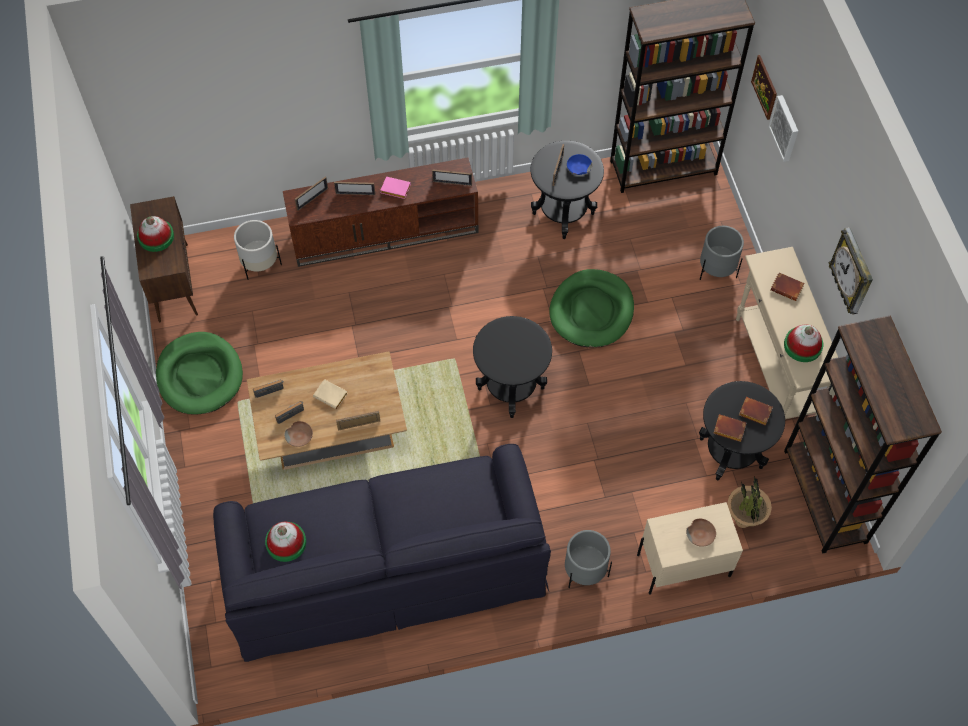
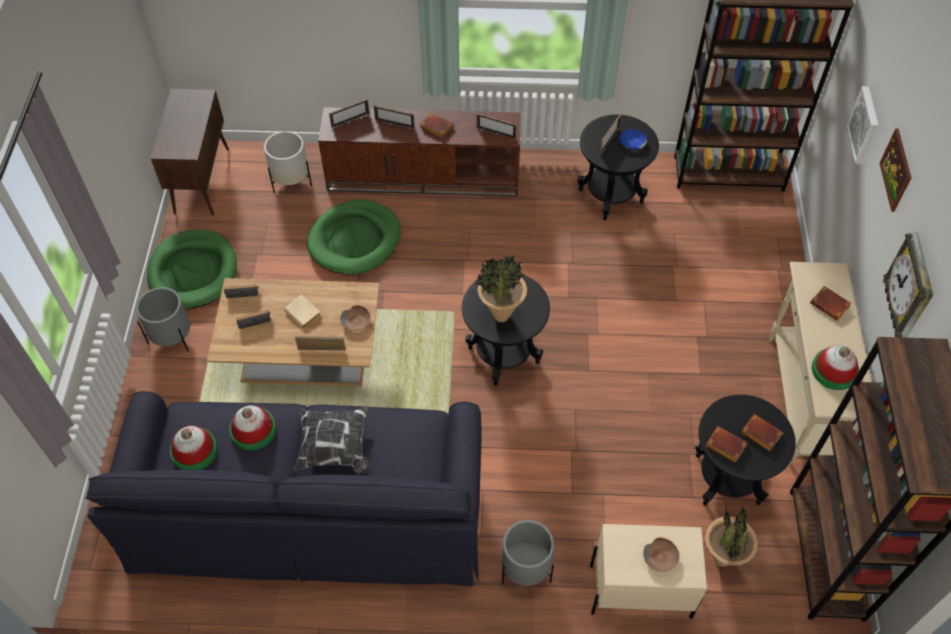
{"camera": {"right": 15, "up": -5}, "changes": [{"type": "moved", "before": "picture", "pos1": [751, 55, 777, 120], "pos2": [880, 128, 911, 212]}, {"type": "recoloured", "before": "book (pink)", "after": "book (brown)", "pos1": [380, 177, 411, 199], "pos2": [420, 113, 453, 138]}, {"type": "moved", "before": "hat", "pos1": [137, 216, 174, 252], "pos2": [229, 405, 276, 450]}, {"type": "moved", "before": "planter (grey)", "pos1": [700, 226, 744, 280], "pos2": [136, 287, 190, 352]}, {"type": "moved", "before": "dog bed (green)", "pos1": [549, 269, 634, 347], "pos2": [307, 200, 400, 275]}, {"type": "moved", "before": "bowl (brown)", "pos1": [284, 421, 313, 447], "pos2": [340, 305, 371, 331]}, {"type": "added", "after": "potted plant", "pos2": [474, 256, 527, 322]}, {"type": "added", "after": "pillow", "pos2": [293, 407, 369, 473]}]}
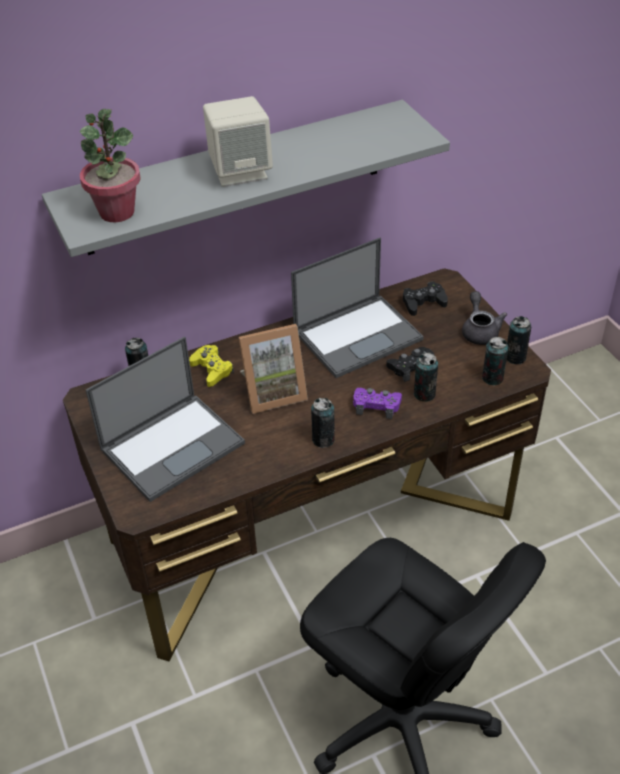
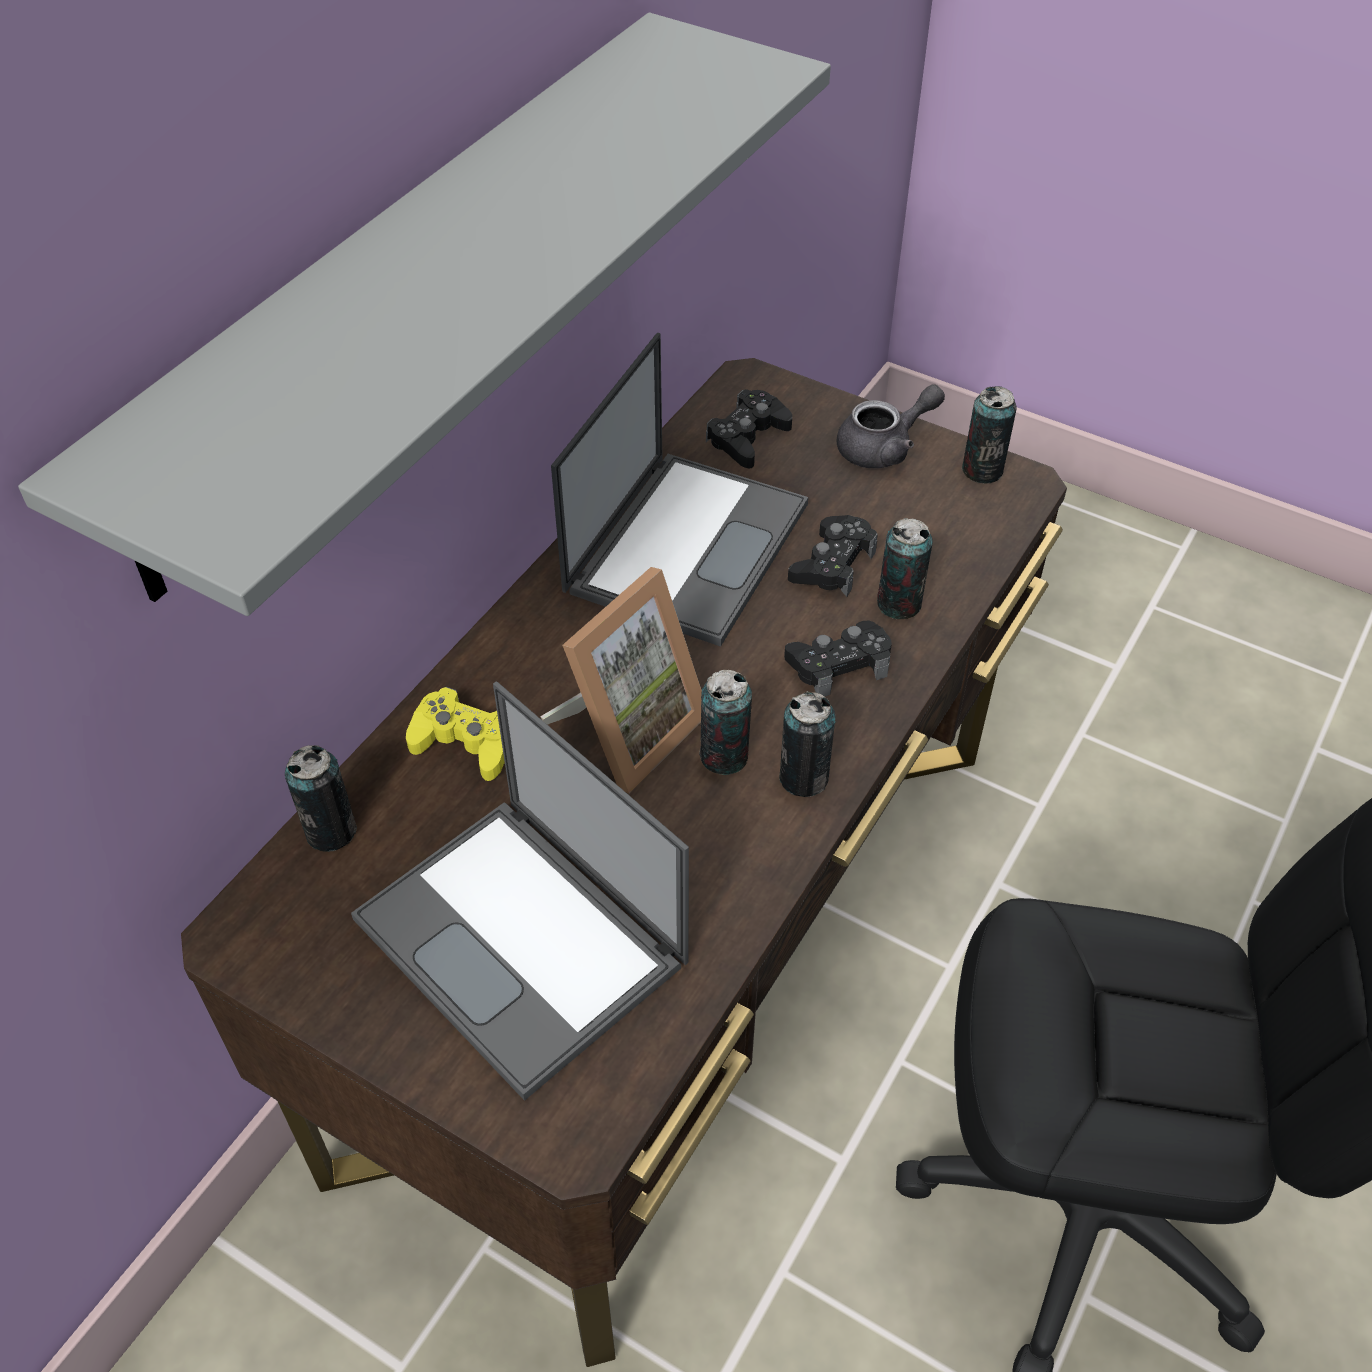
{"camera": {"right": -35, "up": 5}, "changes": [{"type": "removed", "before": "speaker (beige)", "pos1": [203, 96, 273, 187]}, {"type": "removed", "before": "potted plant", "pos1": [80, 109, 141, 222]}, {"type": "turned", "before": "teapot (grey)", "pos1": [462, 291, 507, 345], "pos2": [836, 385, 945, 468], "turn": 105}, {"type": "turned", "before": "laptop", "pos1": [86, 336, 245, 502], "pos2": [351, 682, 689, 1101], "turn": 120}, {"type": "moved", "before": "can", "pos1": [482, 337, 508, 386], "pos2": [699, 670, 752, 775]}, {"type": "recoloured", "before": "game controller (purple)", "after": "game controller (black)", "pos1": [353, 388, 402, 419], "pos2": [784, 620, 892, 697]}]}
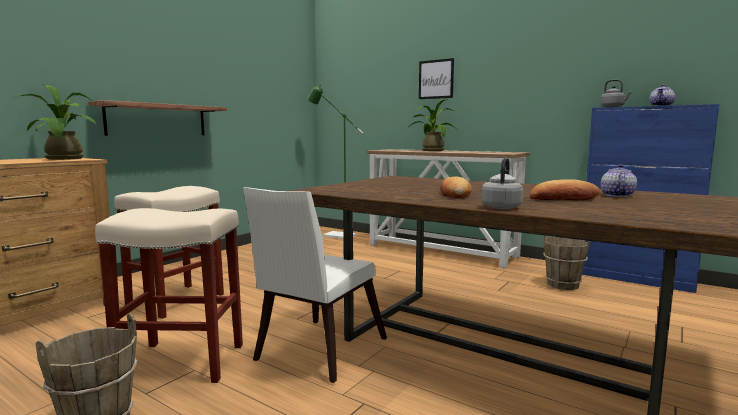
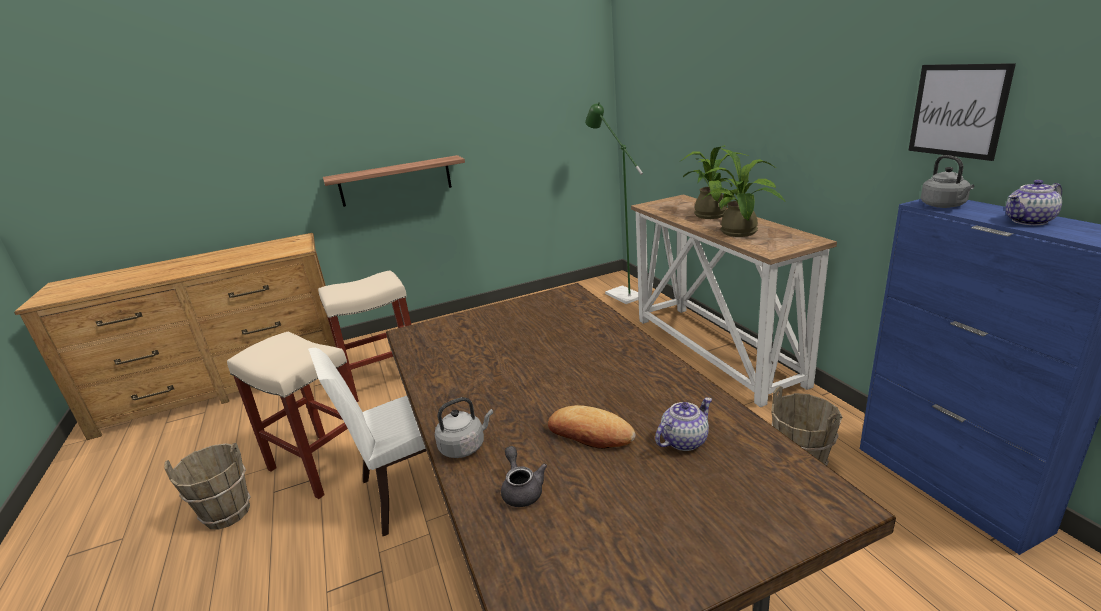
{"camera": {"right": 35, "up": 15}, "changes": [{"type": "moved", "before": "picture", "pos1": [419, 58, 454, 99], "pos2": [908, 63, 1016, 161]}, {"type": "moved", "before": "potted plant", "pos1": [16, 85, 96, 160], "pos2": [701, 148, 786, 237]}, {"type": "removed", "before": "bread", "pos1": [440, 176, 472, 198]}, {"type": "added", "after": "teapot (grey)", "pos2": [501, 446, 547, 507]}]}
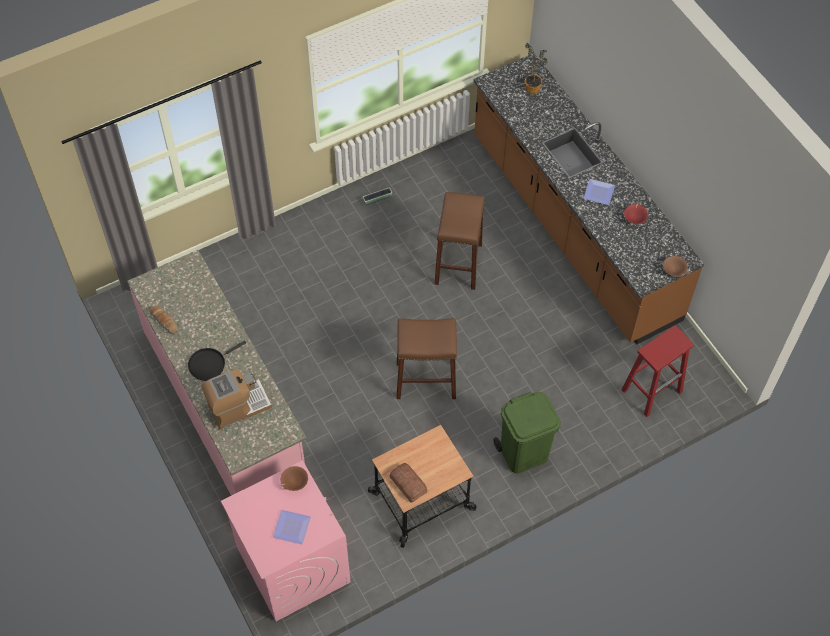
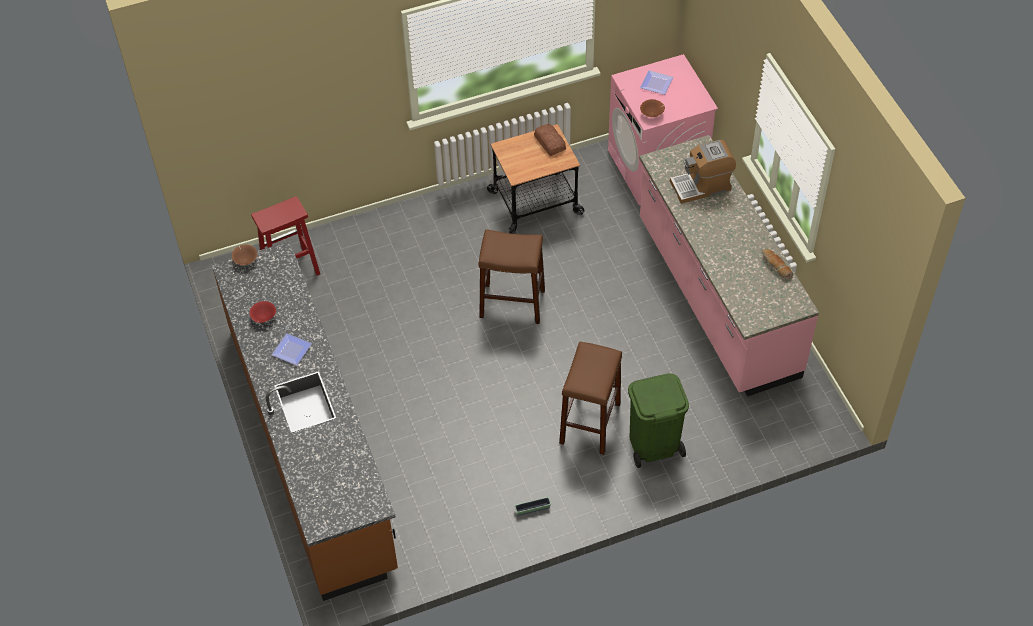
{"camera": {"right": -170, "up": -5}, "changes": [{"type": "removed", "before": "potted plant", "pos1": [524, 43, 548, 94]}, {"type": "moved", "before": "stool (brown)", "pos1": [434, 192, 484, 290], "pos2": [559, 341, 622, 455]}, {"type": "removed", "before": "frying pan (black)", "pos1": [188, 341, 246, 381]}, {"type": "moved", "before": "trash can (green)", "pos1": [493, 392, 561, 473], "pos2": [628, 373, 689, 468]}]}
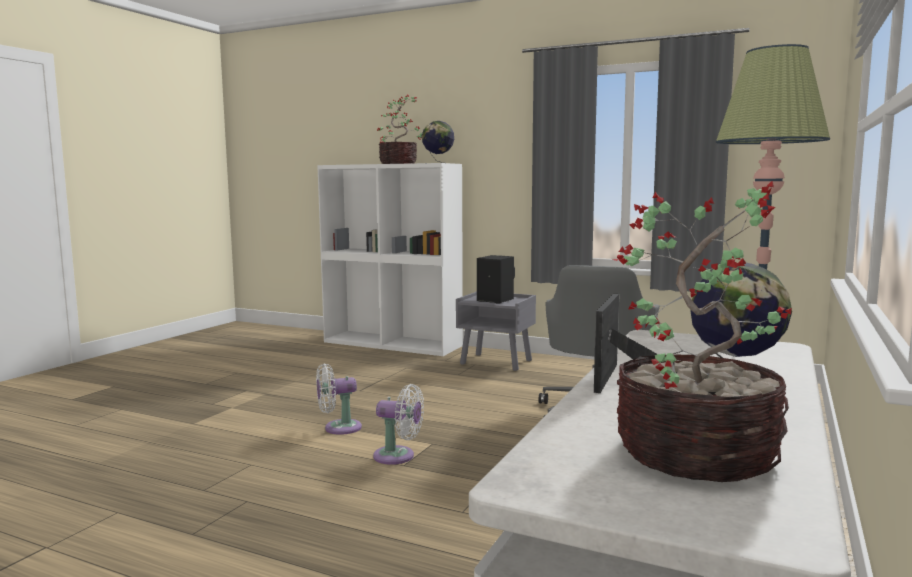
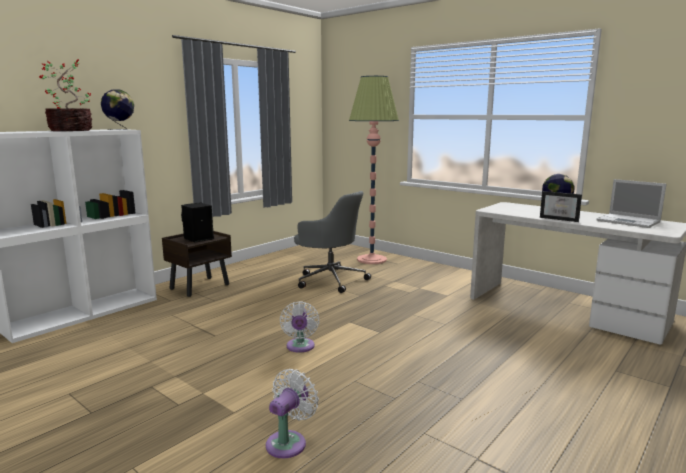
{"camera": {"right": -75, "up": 5}, "changes": [{"type": "replaced", "before": "potted plant", "after": "laptop", "pos1": [613, 181, 792, 482], "pos2": [596, 179, 666, 228]}, {"type": "recoloured", "before": "nightstand (grey)", "after": "nightstand (brown)", "pos1": [456, 291, 536, 371], "pos2": [162, 231, 232, 297]}, {"type": "moved", "before": "fan (white)", "pos1": [373, 384, 424, 465], "pos2": [266, 369, 319, 458]}]}
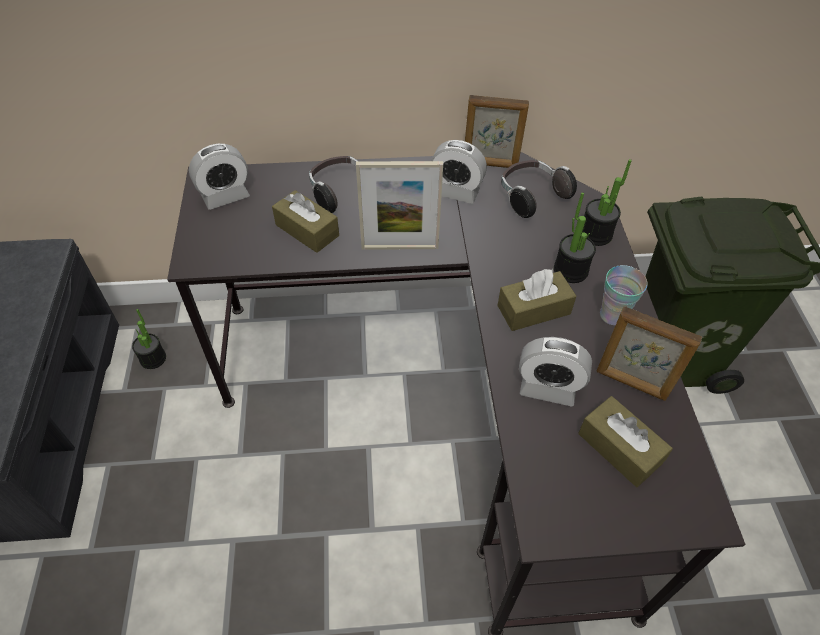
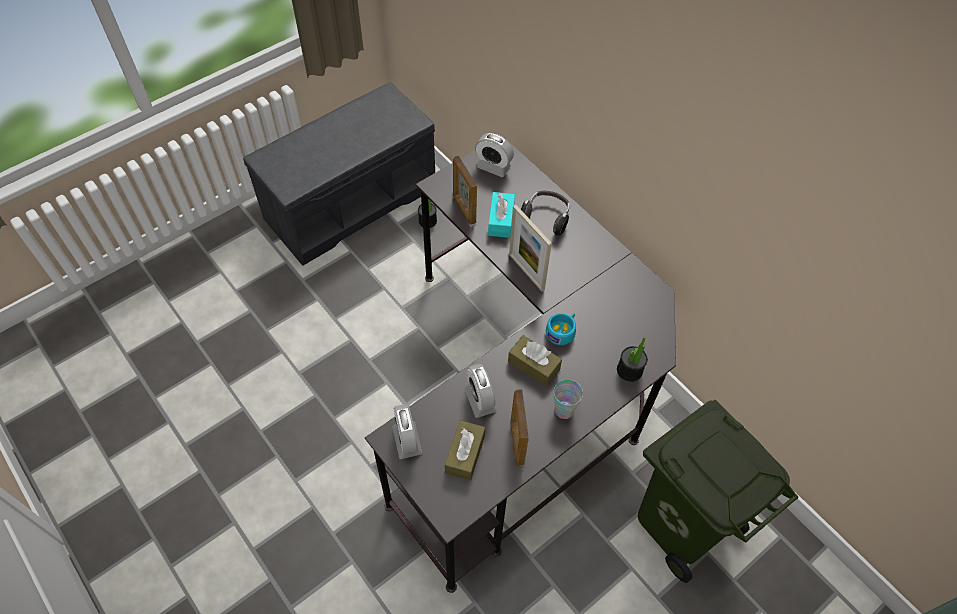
{"camera": {"right": 55, "up": 5}, "changes": [{"type": "moved", "before": "picture frame", "pos1": [465, 95, 529, 168], "pos2": [453, 156, 477, 225]}, {"type": "moved", "before": "alarm clock", "pos1": [431, 140, 487, 204], "pos2": [392, 404, 422, 459]}, {"type": "removed", "before": "headphones", "pos1": [501, 160, 577, 218]}, {"type": "recoloured", "before": "tissue box (brown)", "after": "tissue box (turquoise)", "pos1": [272, 190, 339, 253], "pos2": [488, 192, 515, 238]}, {"type": "removed", "before": "potted plant", "pos1": [554, 192, 596, 283]}, {"type": "added", "after": "cup (turquoise)", "pos2": [546, 313, 576, 345]}]}
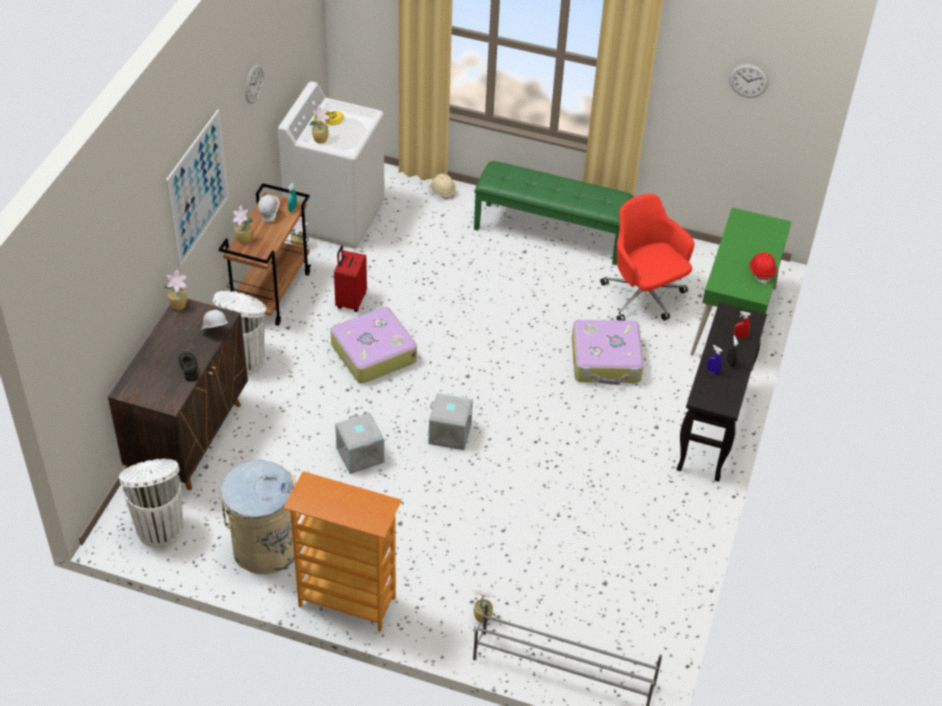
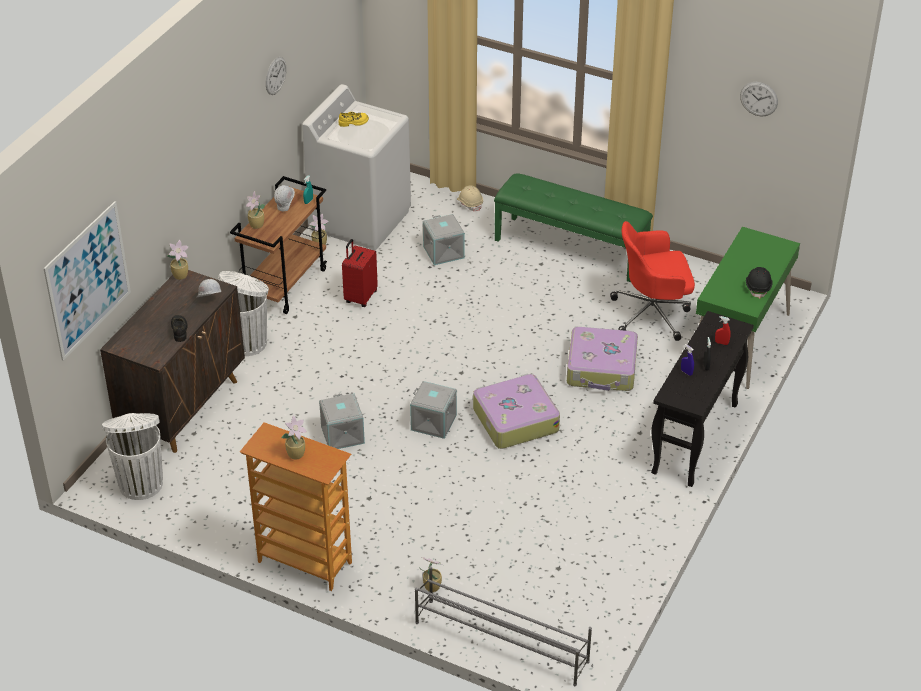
{"camera": {"right": 10, "up": -5}, "changes": [{"type": "moved", "before": "potted plant", "pos1": [309, 105, 330, 144], "pos2": [281, 415, 307, 459]}, {"type": "moved", "before": "picture", "pos1": [166, 110, 229, 268], "pos2": [43, 201, 131, 361]}, {"type": "turned", "before": "office chair (red)", "pos1": [600, 194, 695, 320], "pos2": [610, 221, 695, 341], "turn": -75}, {"type": "recoloured", "before": "hard hat (red)", "after": "hard hat (black)", "pos1": [749, 252, 777, 284], "pos2": [746, 267, 773, 299]}, {"type": "moved", "before": "suitcase", "pos1": [330, 307, 417, 384], "pos2": [473, 373, 560, 449]}, {"type": "removed", "before": "trash can (beige)", "pos1": [220, 460, 296, 574]}, {"type": "added", "after": "storage box (grey)", "pos2": [423, 214, 465, 265]}]}
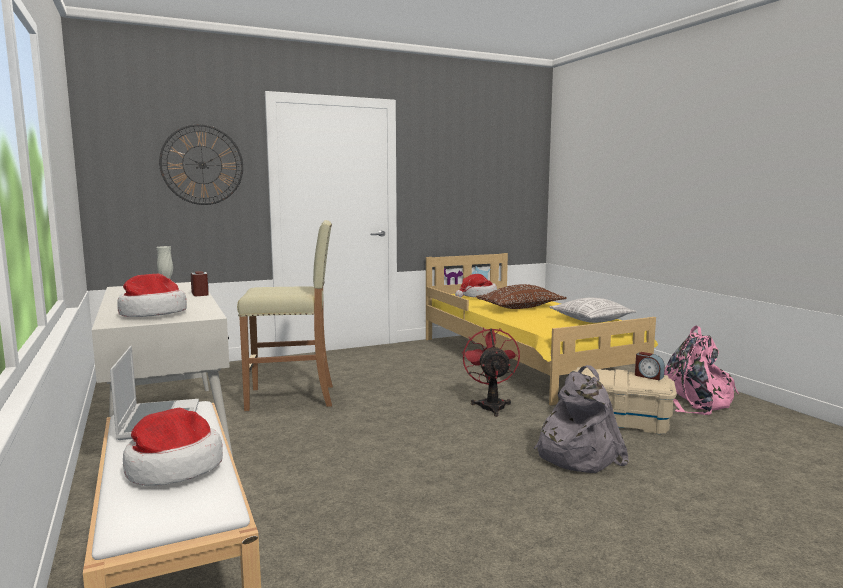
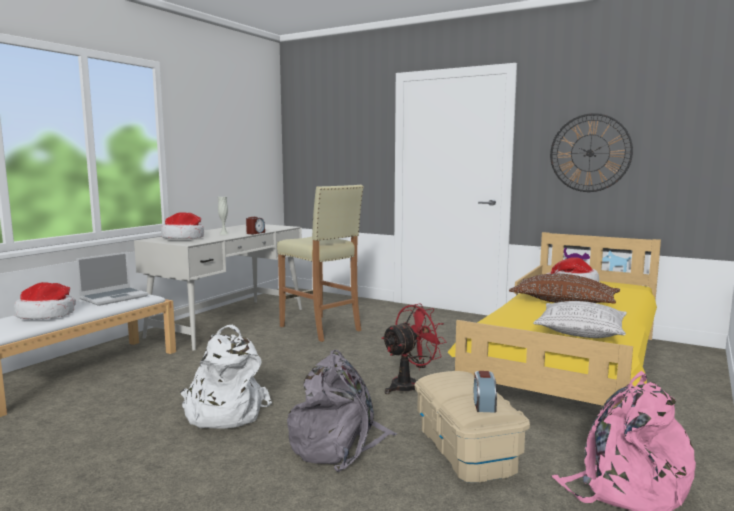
{"camera": {"right": 55, "up": 0}, "changes": [{"type": "moved", "before": "wall clock", "pos1": [159, 124, 243, 205], "pos2": [550, 113, 633, 192]}, {"type": "added", "after": "backpack (white)", "pos2": [180, 325, 272, 429]}]}
